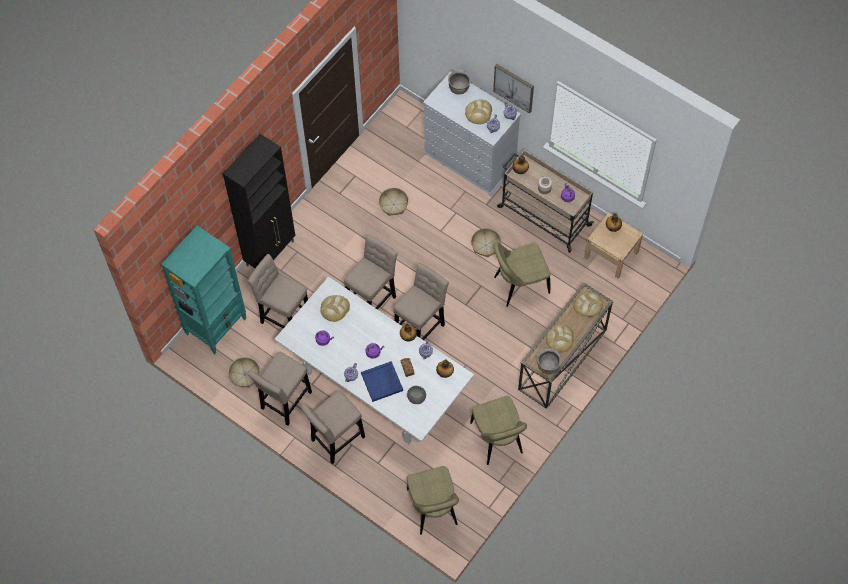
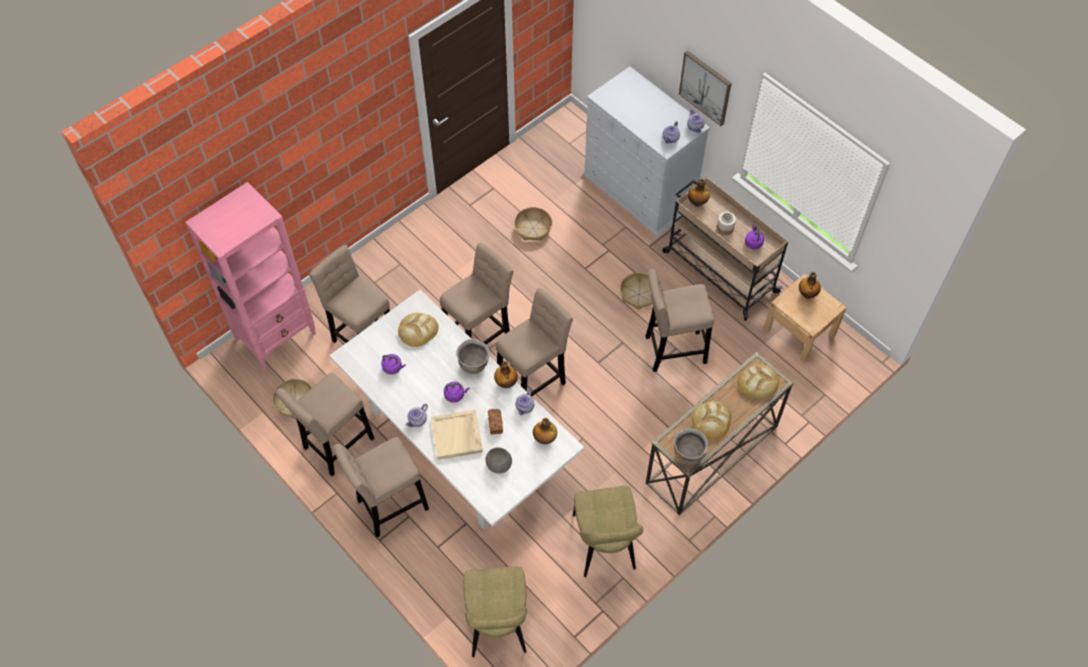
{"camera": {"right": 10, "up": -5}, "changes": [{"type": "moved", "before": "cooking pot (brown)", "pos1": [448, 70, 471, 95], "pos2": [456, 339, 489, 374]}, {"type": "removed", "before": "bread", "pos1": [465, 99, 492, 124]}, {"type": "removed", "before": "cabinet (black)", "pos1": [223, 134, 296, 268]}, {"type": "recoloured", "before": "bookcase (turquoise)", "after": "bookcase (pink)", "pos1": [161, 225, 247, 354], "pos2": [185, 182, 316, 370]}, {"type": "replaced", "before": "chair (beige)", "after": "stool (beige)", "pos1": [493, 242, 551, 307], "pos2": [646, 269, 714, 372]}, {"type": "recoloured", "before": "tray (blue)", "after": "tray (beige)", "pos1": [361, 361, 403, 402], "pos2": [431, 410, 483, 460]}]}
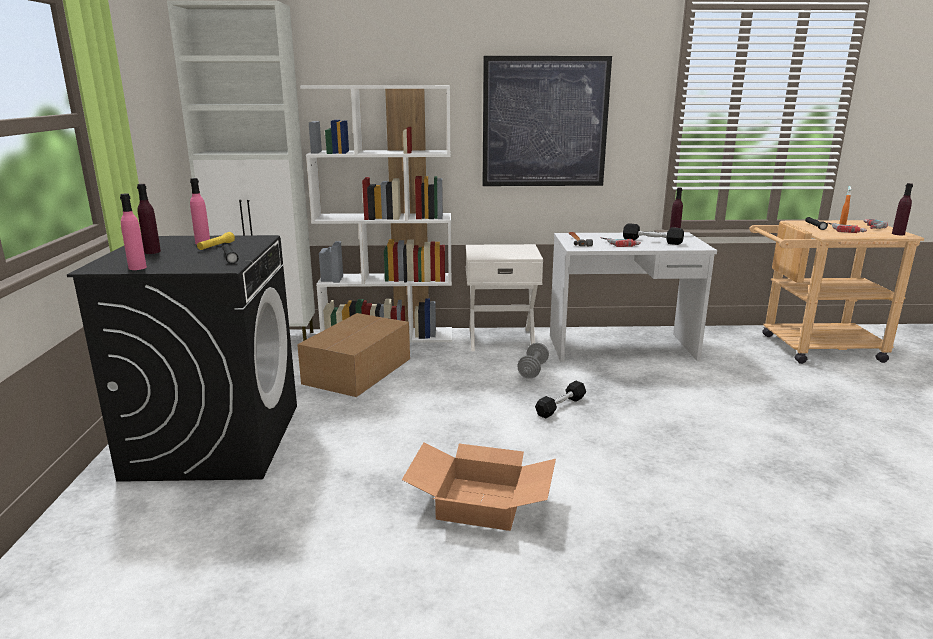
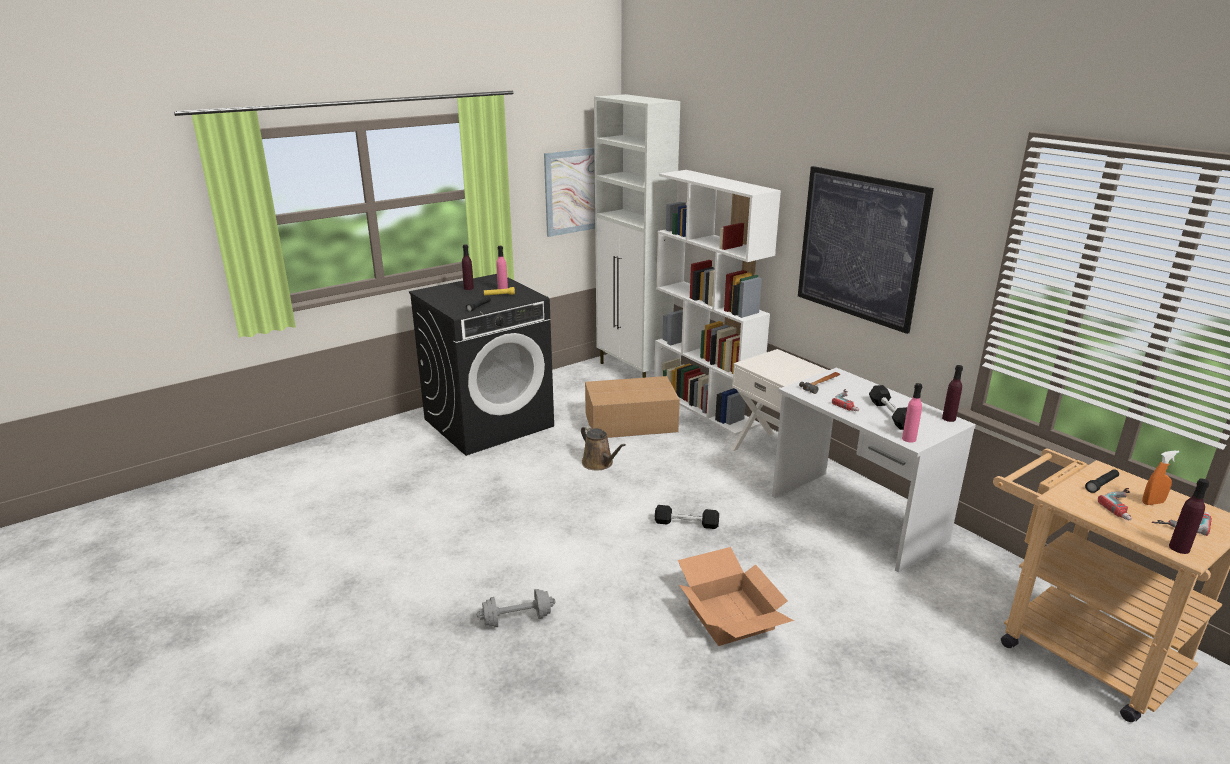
{"camera": {"right": 55, "up": 5}, "changes": [{"type": "moved", "before": "bottle (pink)", "pos1": [120, 193, 147, 270], "pos2": [902, 383, 922, 443]}, {"type": "moved", "before": "dumbbell (grey)", "pos1": [517, 343, 549, 378], "pos2": [477, 589, 556, 628]}, {"type": "moved", "before": "cardboard box", "pos1": [402, 442, 556, 531], "pos2": [678, 547, 794, 646]}, {"type": "added", "after": "picture", "pos2": [544, 148, 595, 237]}, {"type": "added", "after": "watering can (brown)", "pos2": [581, 425, 626, 471]}]}
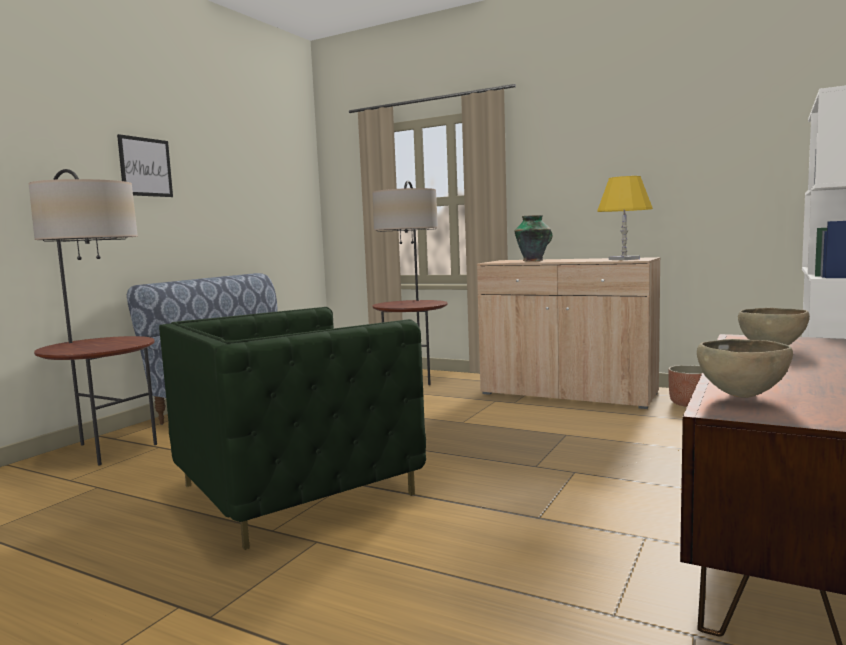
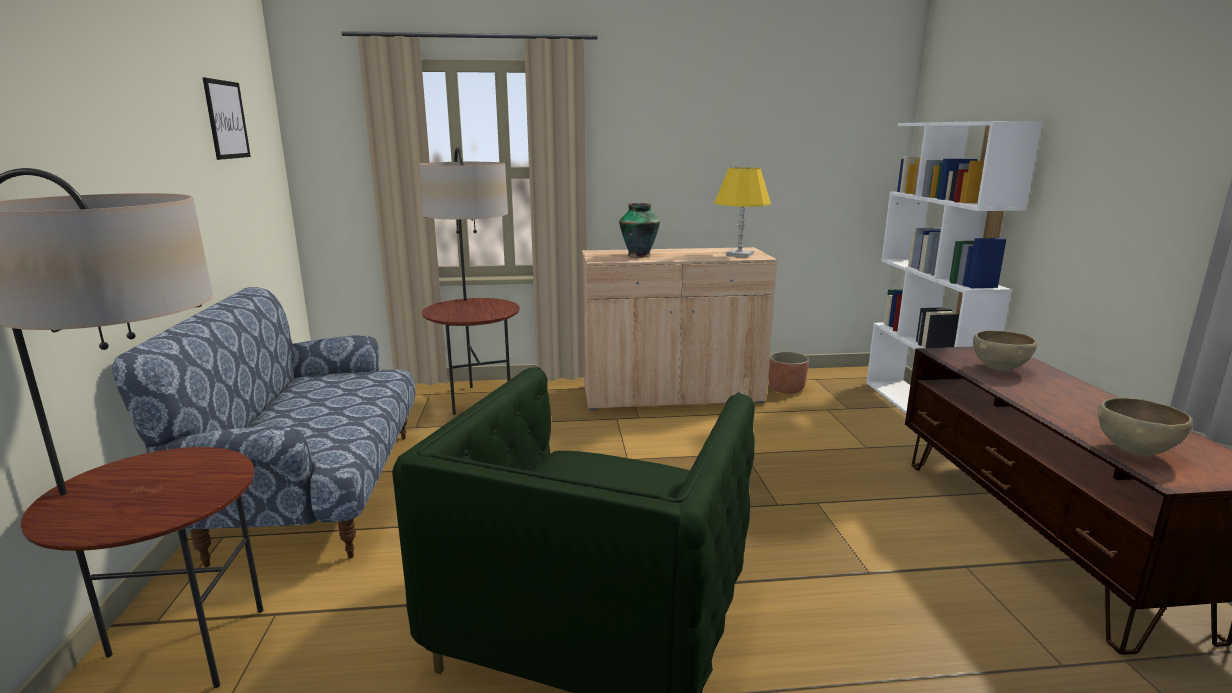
{"camera": {"right": -35, "up": 10}, "changes": [{"type": "moved", "before": "picture", "pos1": [117, 134, 173, 197], "pos2": [203, 78, 251, 160]}]}
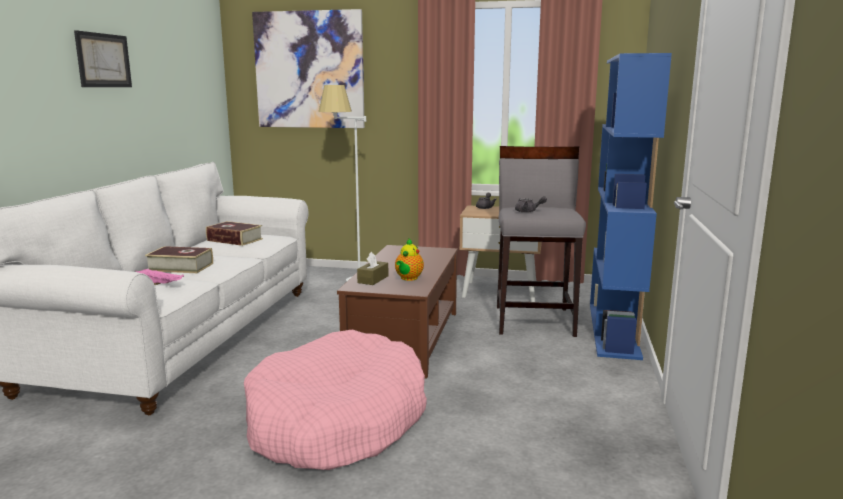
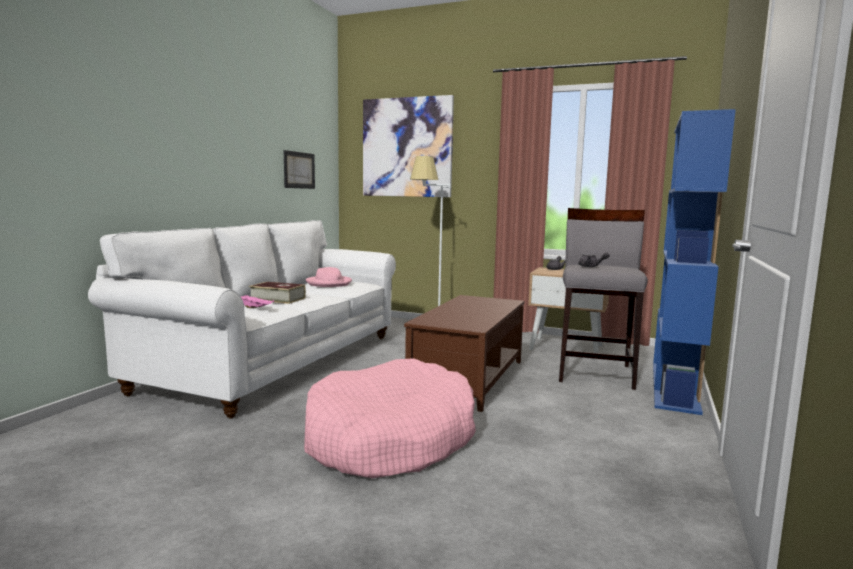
{"camera": {"right": 10, "up": -5}, "changes": [{"type": "moved", "before": "picture", "pos1": [74, 30, 132, 87], "pos2": [284, 150, 315, 189]}, {"type": "replaced", "before": "book", "after": "hat (pink)", "pos1": [206, 221, 263, 246], "pos2": [306, 267, 352, 287]}, {"type": "removed", "before": "teapot", "pos1": [395, 239, 424, 281]}, {"type": "removed", "before": "tissue box (brown)", "pos1": [357, 252, 388, 285]}]}
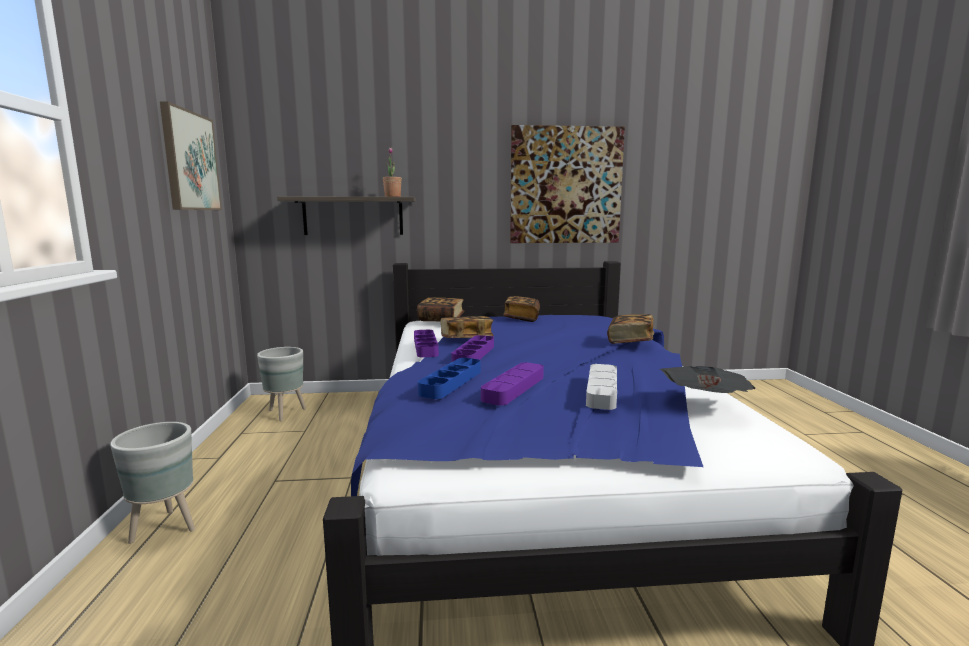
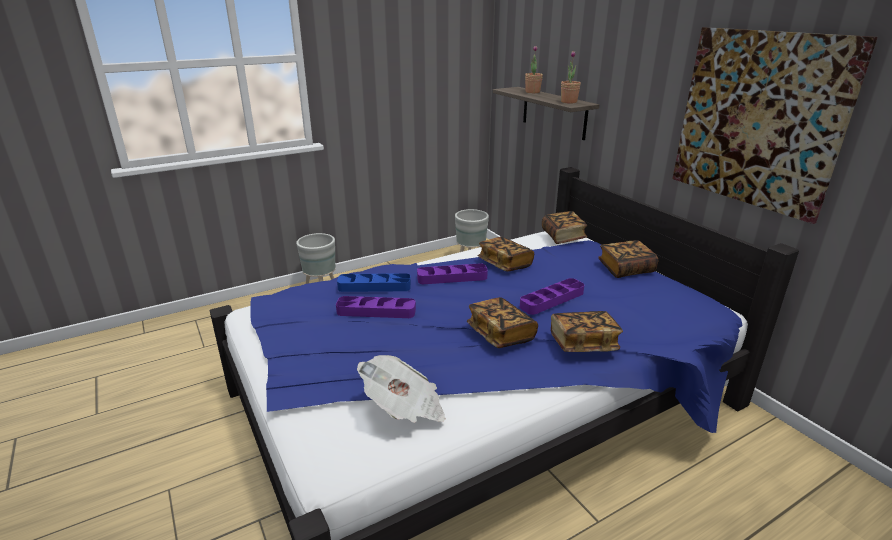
{"camera": {"right": 65, "up": 15}, "changes": [{"type": "removed", "before": "picture", "pos1": [160, 101, 222, 210]}, {"type": "moved", "before": "tray (purple)", "pos1": [414, 330, 439, 357], "pos2": [520, 278, 584, 315]}, {"type": "removed", "before": "tray (grey)", "pos1": [586, 364, 617, 410]}, {"type": "added", "after": "potted plant", "pos2": [525, 46, 543, 93]}, {"type": "added", "after": "book", "pos2": [467, 297, 538, 348]}]}
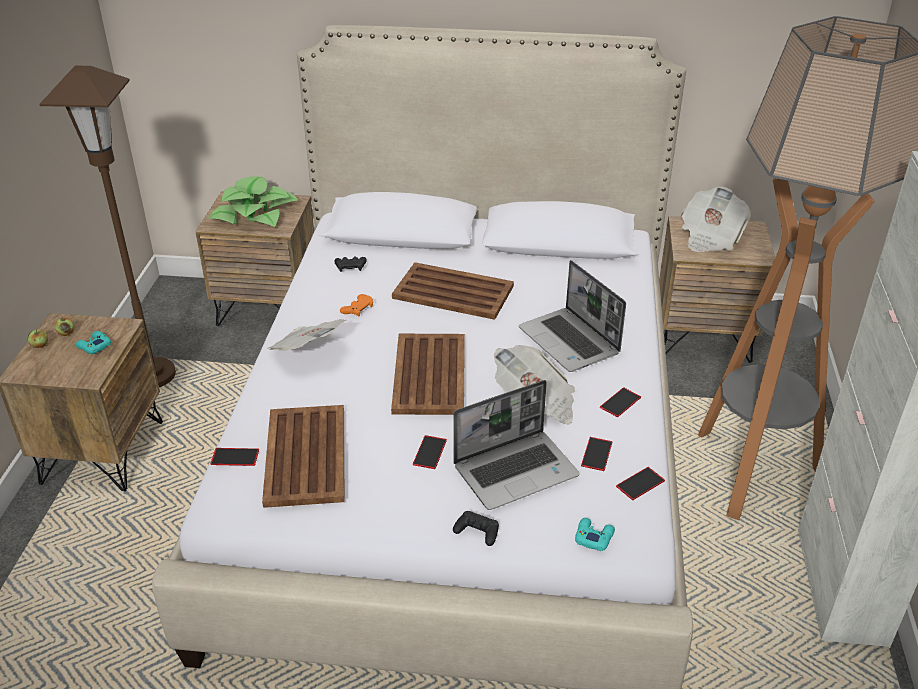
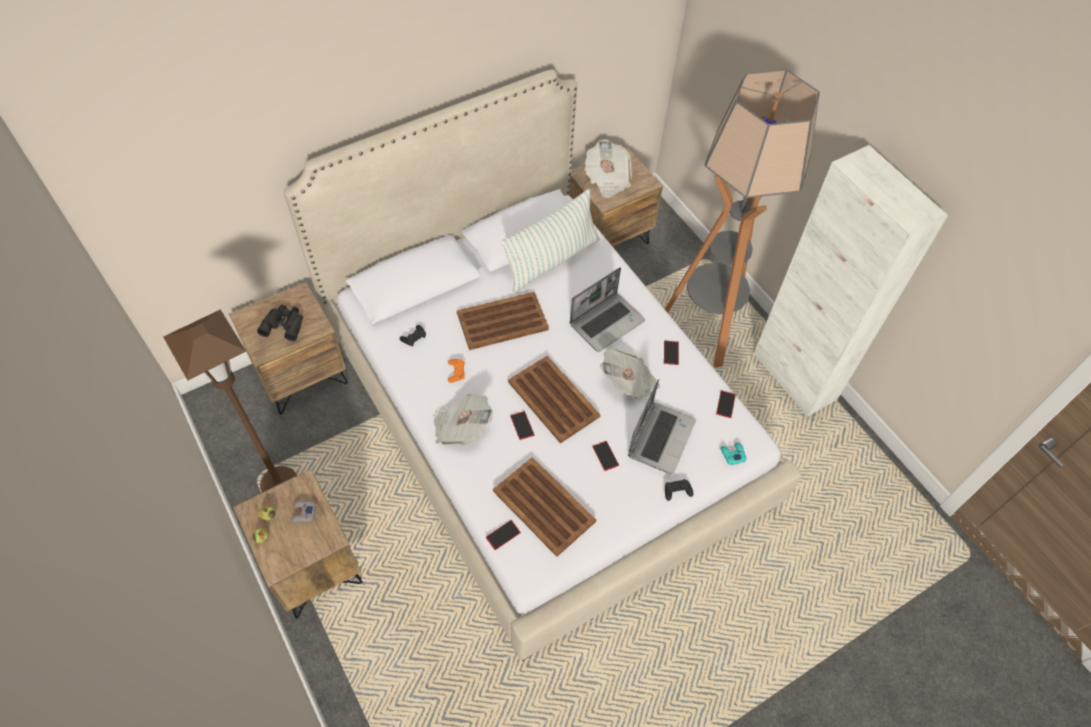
{"camera": {"right": -40, "up": 20}, "changes": [{"type": "replaced", "before": "potted plant", "after": "binoculars (black)", "pos1": [208, 176, 298, 227], "pos2": [257, 305, 303, 341]}, {"type": "turned", "before": "laptop", "pos1": [519, 260, 626, 372], "pos2": [570, 267, 645, 352], "turn": -60}, {"type": "recoloured", "before": "game controller (turquoise)", "after": "game controller (grey)", "pos1": [75, 331, 111, 354], "pos2": [290, 500, 317, 523]}, {"type": "moved", "before": "phone", "pos1": [581, 437, 612, 471], "pos2": [510, 411, 534, 440]}, {"type": "added", "after": "pillow", "pos2": [501, 189, 600, 292]}]}
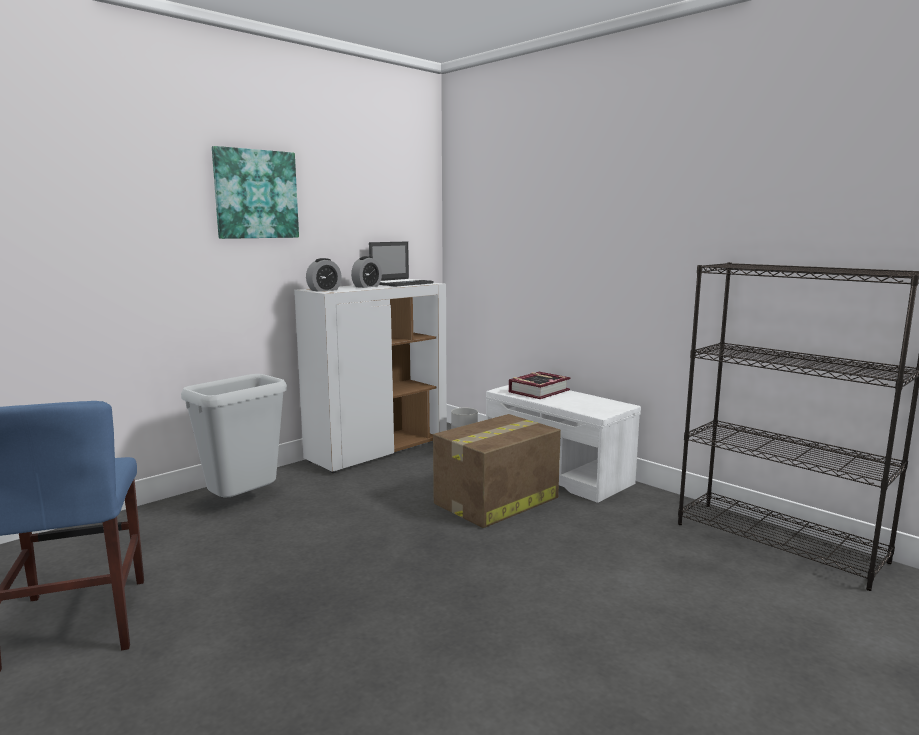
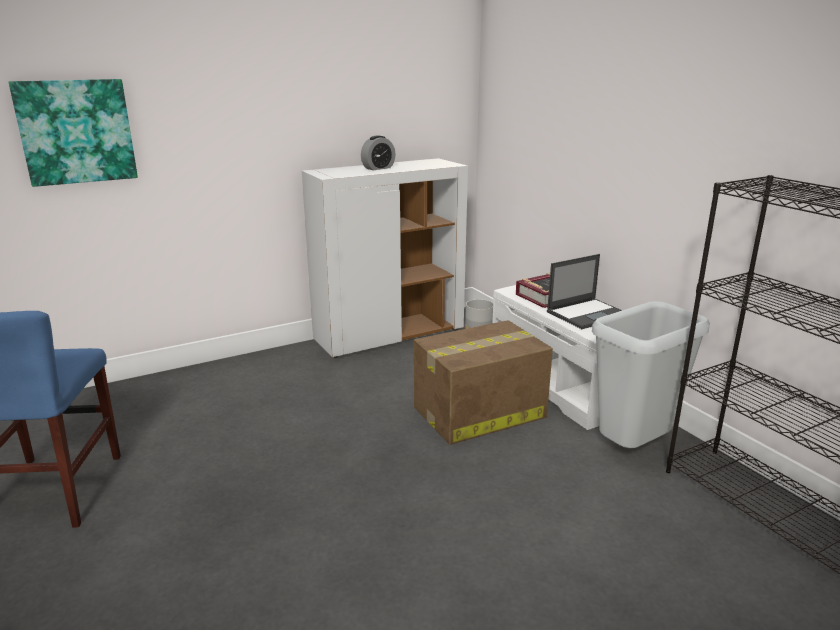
{"camera": {"right": 15, "up": 10}, "changes": [{"type": "moved", "before": "picture", "pos1": [212, 146, 299, 239], "pos2": [9, 79, 138, 187]}, {"type": "moved", "before": "laptop", "pos1": [369, 241, 434, 287], "pos2": [547, 254, 622, 329]}, {"type": "removed", "before": "alarm clock", "pos1": [306, 258, 342, 292]}, {"type": "moved", "before": "trash can (grey)", "pos1": [181, 374, 287, 497], "pos2": [592, 301, 710, 448]}]}
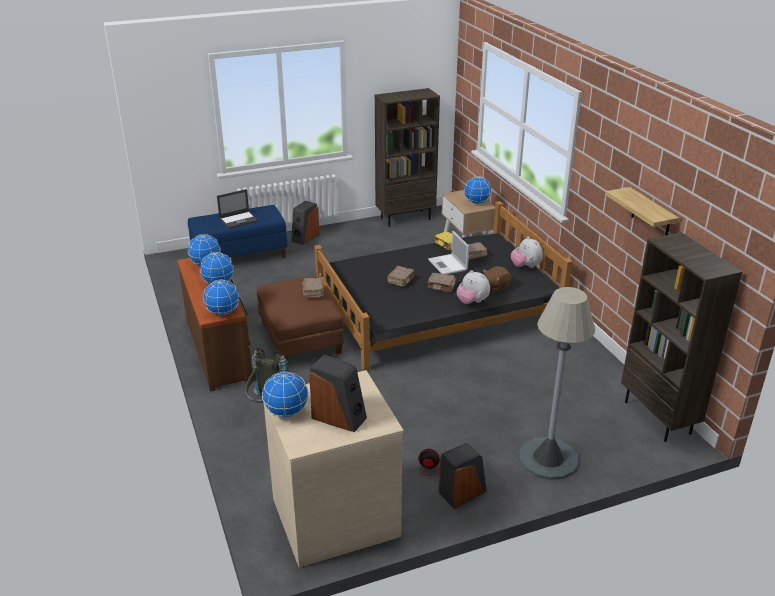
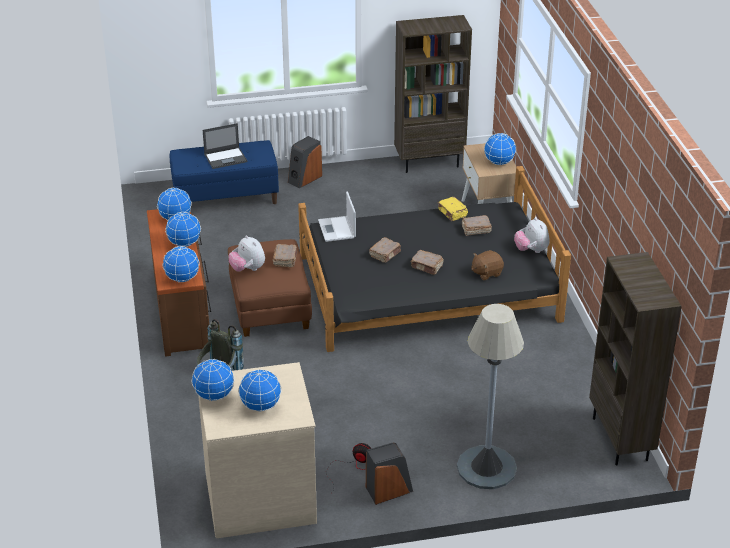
{"camera": {"right": 10, "up": 5}, "changes": [{"type": "removed", "before": "shelf", "pos1": [606, 187, 679, 235]}, {"type": "moved", "before": "laptop", "pos1": [428, 231, 469, 274], "pos2": [318, 192, 356, 242]}, {"type": "moved", "before": "plush toy", "pos1": [457, 270, 490, 304], "pos2": [228, 235, 265, 272]}, {"type": "replaced", "before": "speaker", "after": "globe", "pos1": [309, 355, 367, 432], "pos2": [238, 369, 281, 412]}]}
